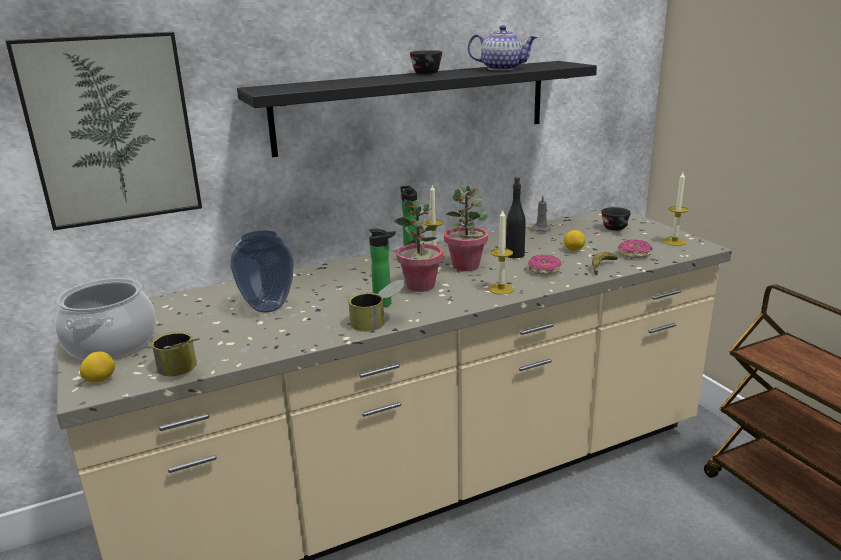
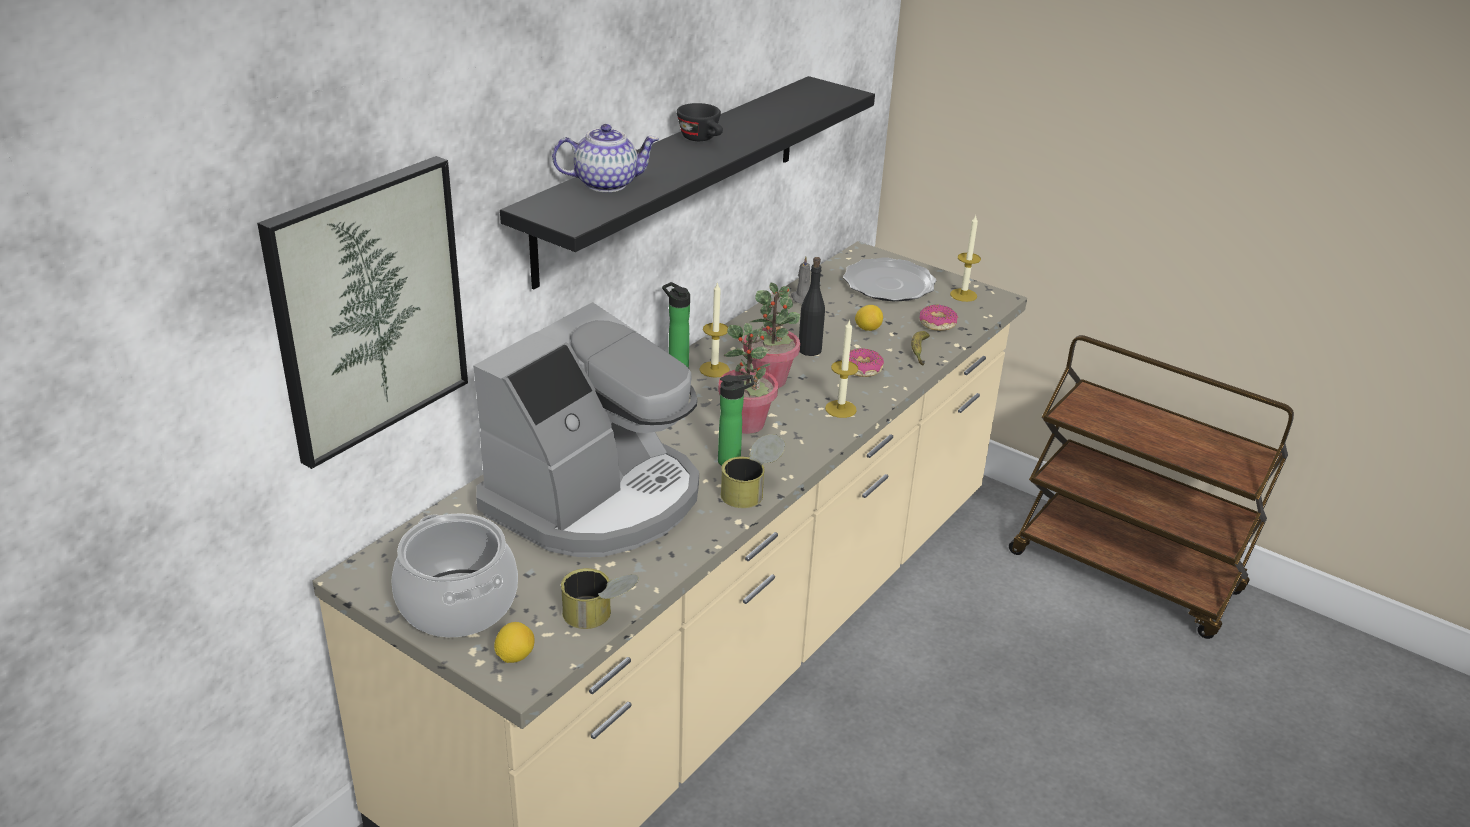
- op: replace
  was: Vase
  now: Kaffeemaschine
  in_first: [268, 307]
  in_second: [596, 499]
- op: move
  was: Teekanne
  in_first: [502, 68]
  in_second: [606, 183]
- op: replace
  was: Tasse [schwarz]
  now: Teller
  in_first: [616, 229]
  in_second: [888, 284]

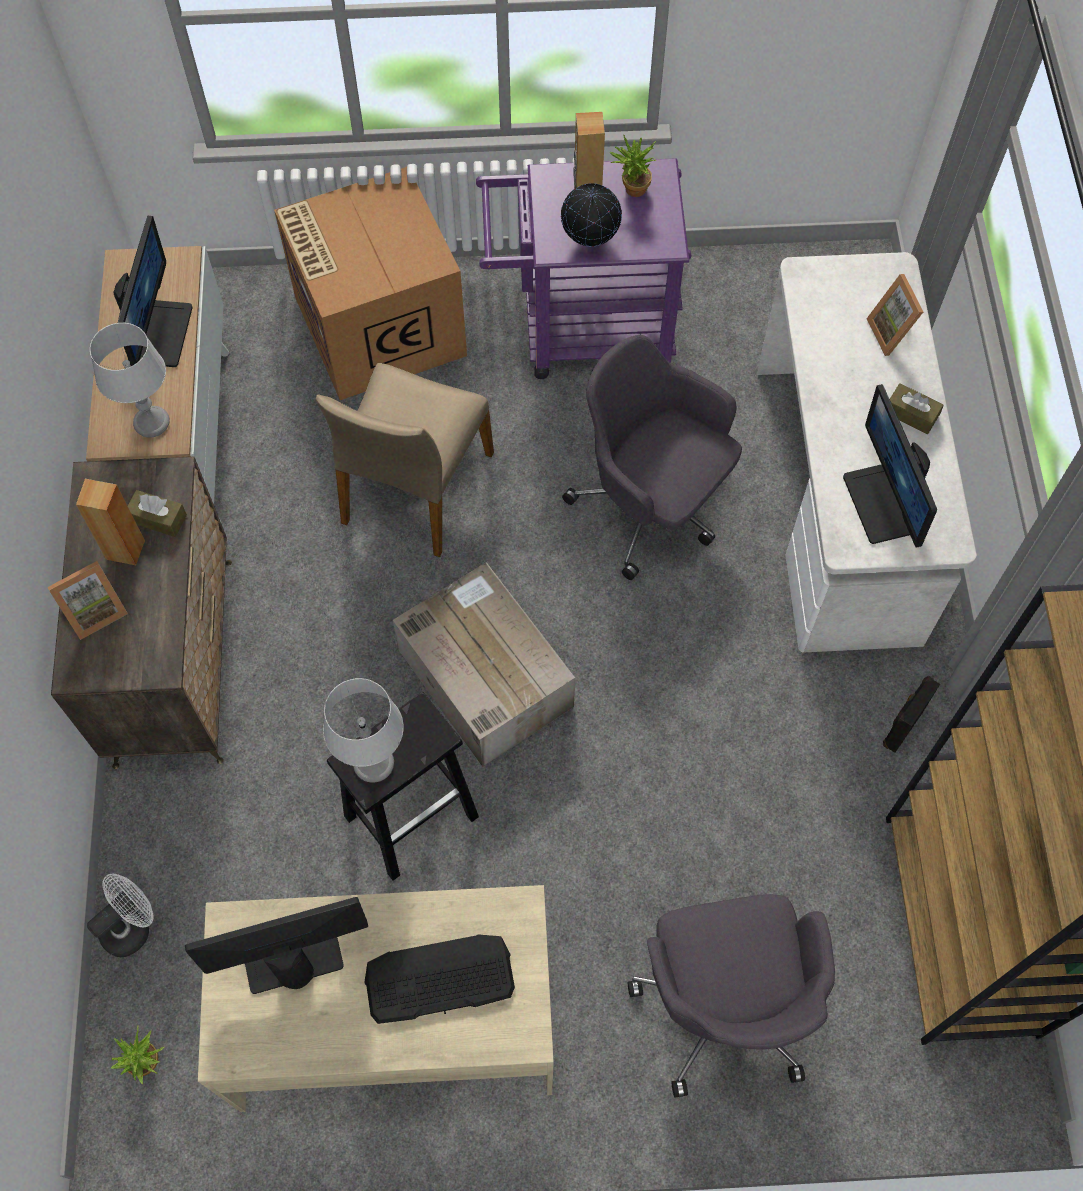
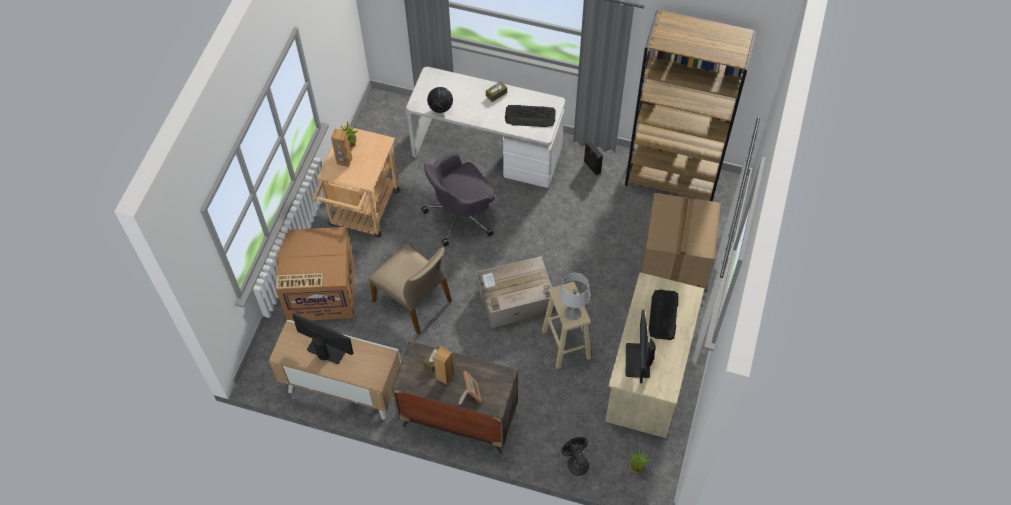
- op: recolor
  was: Ventilator [weiß]
  now: Ventilator [schwarz]
  in_first: [131, 926]
  in_second: [576, 462]
- op: delete
  was: Tischlampe [grau]
  in_first: [151, 423]
- op: recolor
  was: Hocker [schwarz]
  now: Hocker [beige]
  in_first: [413, 815]
  in_second: [565, 343]
- op: recolor
  was: Rollwagen [lila]
  now: Rollwagen [beige]
  in_first: [581, 331]
  in_second: [362, 213]
- op: move
  was: Globus
  in_first: [590, 240]
  in_second: [441, 110]
- op: replace
  was: Bürostuhl [grau]
  now: Karton
  in_first: [724, 1002]
  in_second: [676, 260]
- op: replace
  was: Monitor
  now: Tastatur
  in_first: [883, 503]
  in_second: [530, 116]
- op: delete
  was: Bilderrahmen
  in_first: [893, 333]

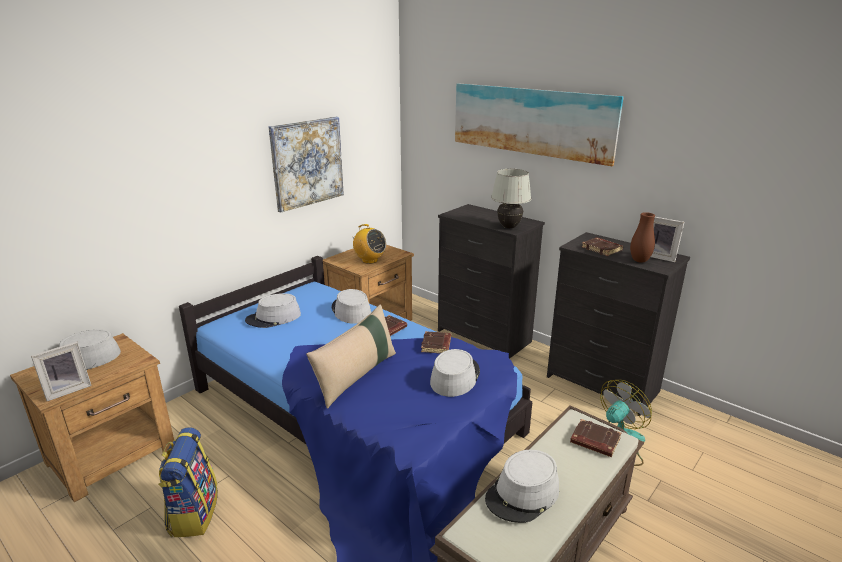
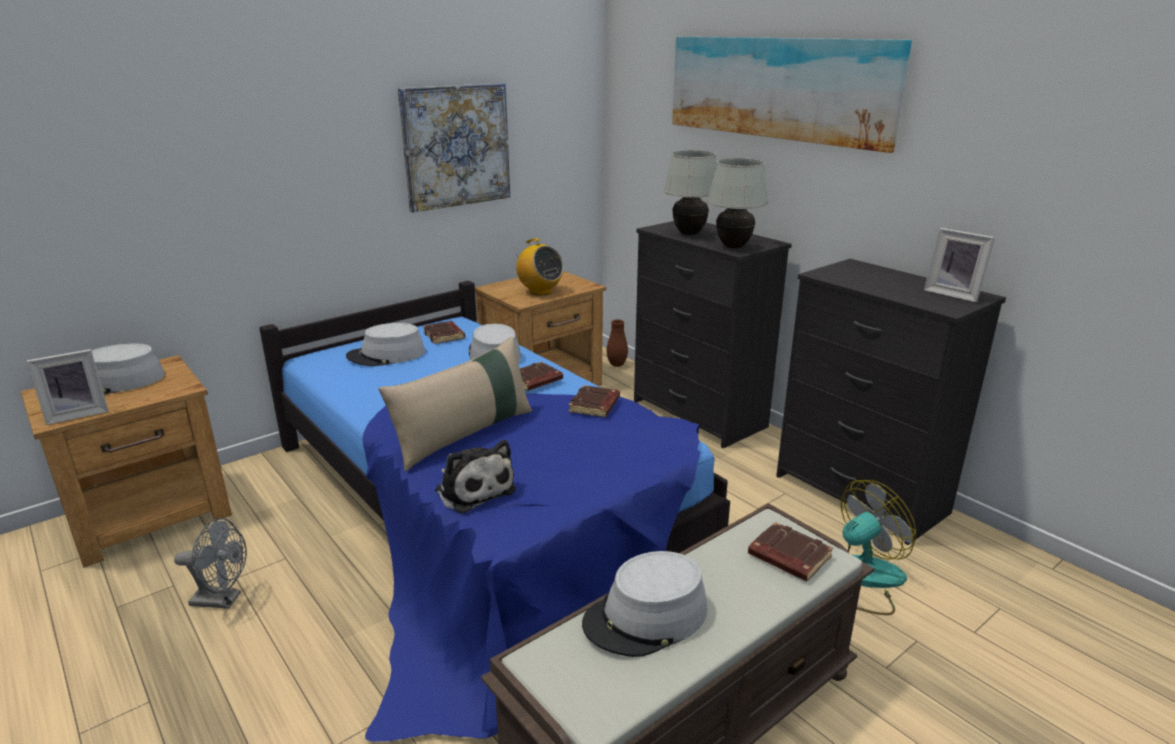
- op: replace
  was: Rucksack
  now: Ventilator [grau]
  in_first: [193, 513]
  in_second: [223, 600]
- op: delete
  was: Hut [grau]
  in_first: [455, 377]
- op: move
  was: Buch [braun]
  in_first: [602, 249]
  in_second: [444, 336]
- op: move
  was: Vase [braun]
  in_first: [639, 261]
  in_second: [617, 365]
- op: insert
  now: Plüschtier
  in_second: [473, 489]
- op: insert
  now: Tischlampe [weiß]
  in_second: [689, 234]

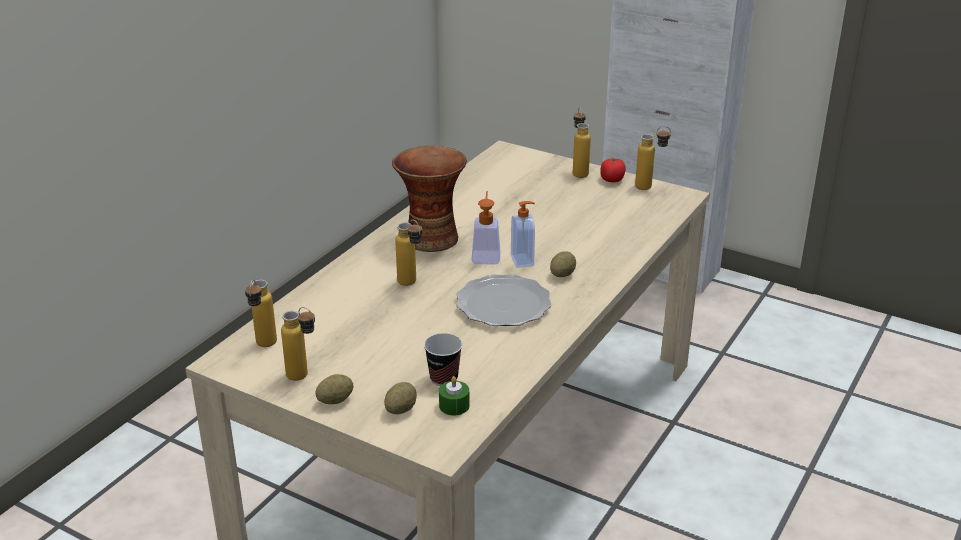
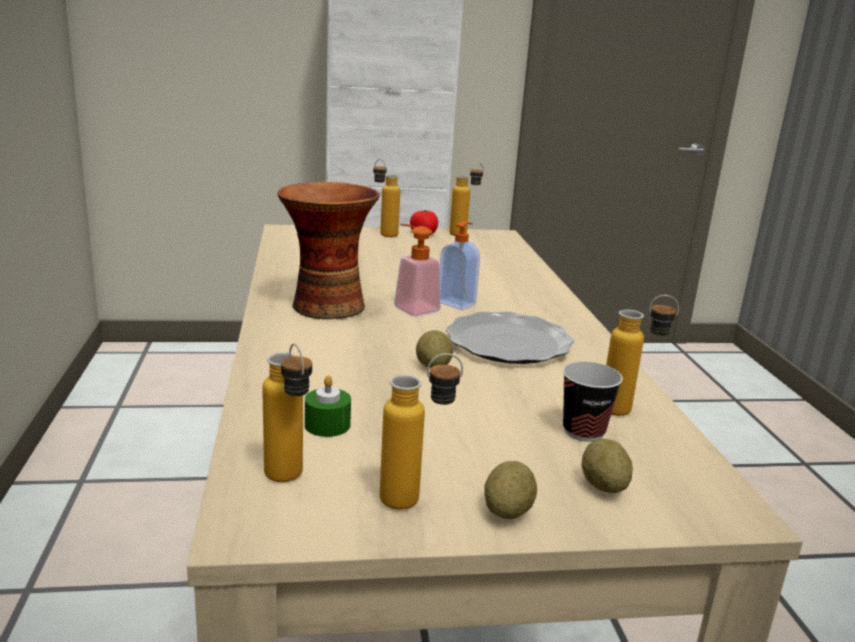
- op: move
  was: Flasche
  in_first: [411, 285]
  in_second: [628, 411]
- op: move
  was: Kerze [grün]
  in_first: [454, 405]
  in_second: [327, 425]
- op: move
  was: Kartoffel
  in_first: [562, 274]
  in_second: [433, 366]

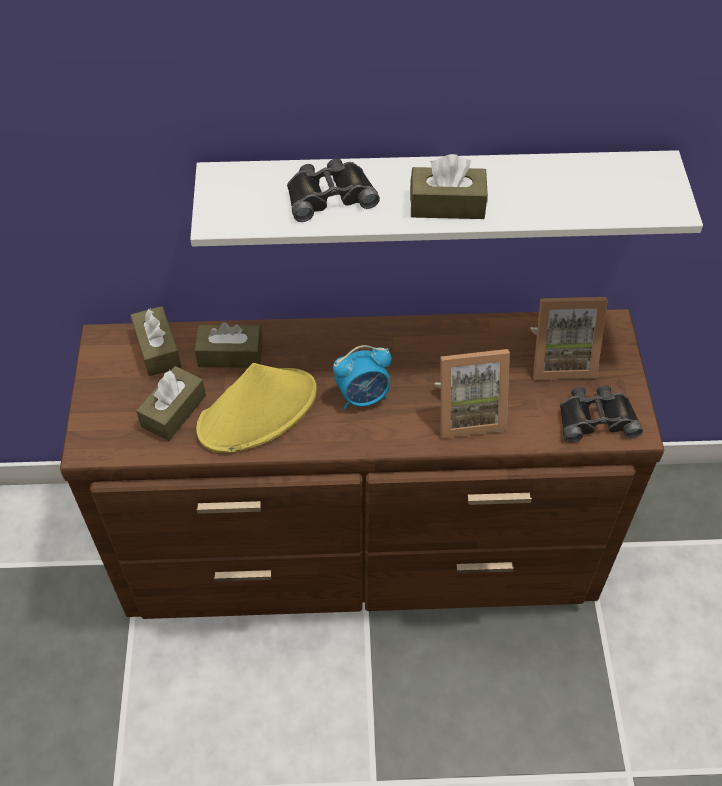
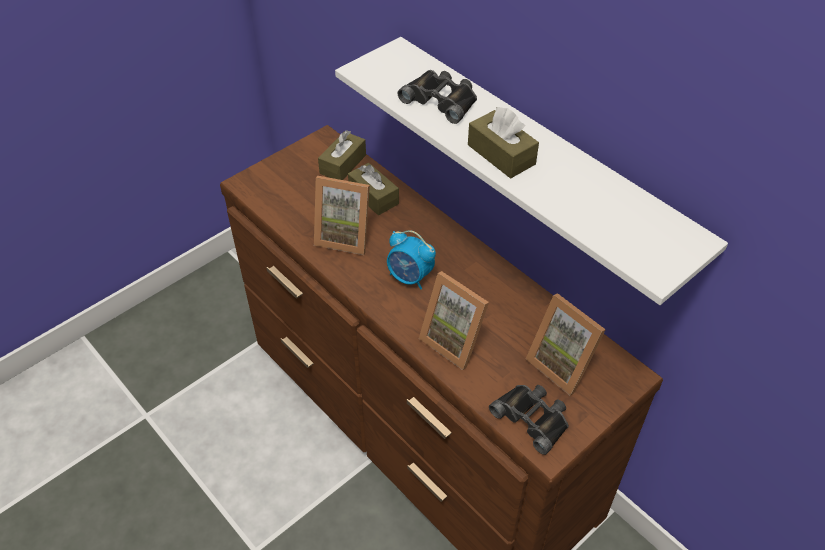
- op: delete
  was: Taschentuchbox [braun]
  in_first: [173, 411]
- op: replace
  was: Hut [gelb]
  now: Bilderrahmen
  in_first: [258, 411]
  in_second: [345, 236]

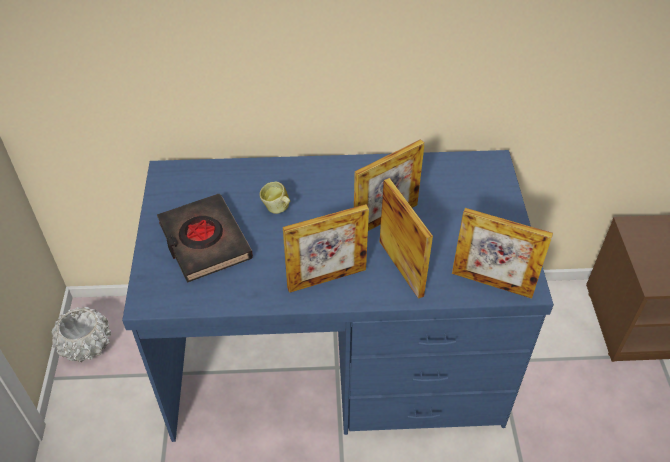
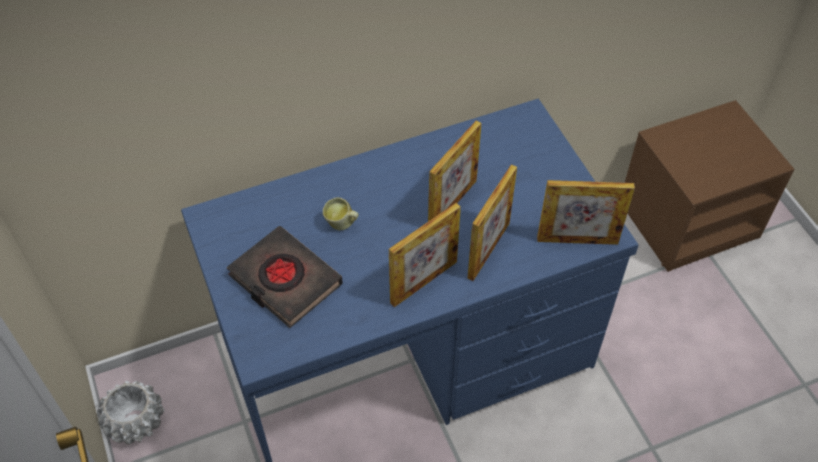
- op: rotate
  was: Bilderrahmen
  in_first: [401, 268]
  in_second: [488, 250]
  clockwise: 75

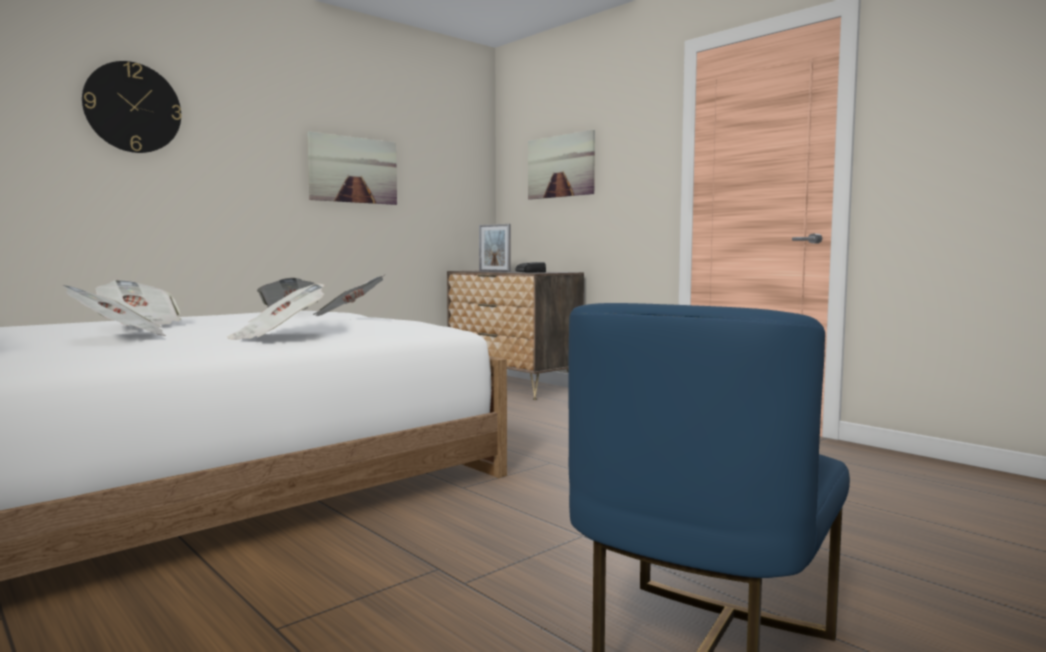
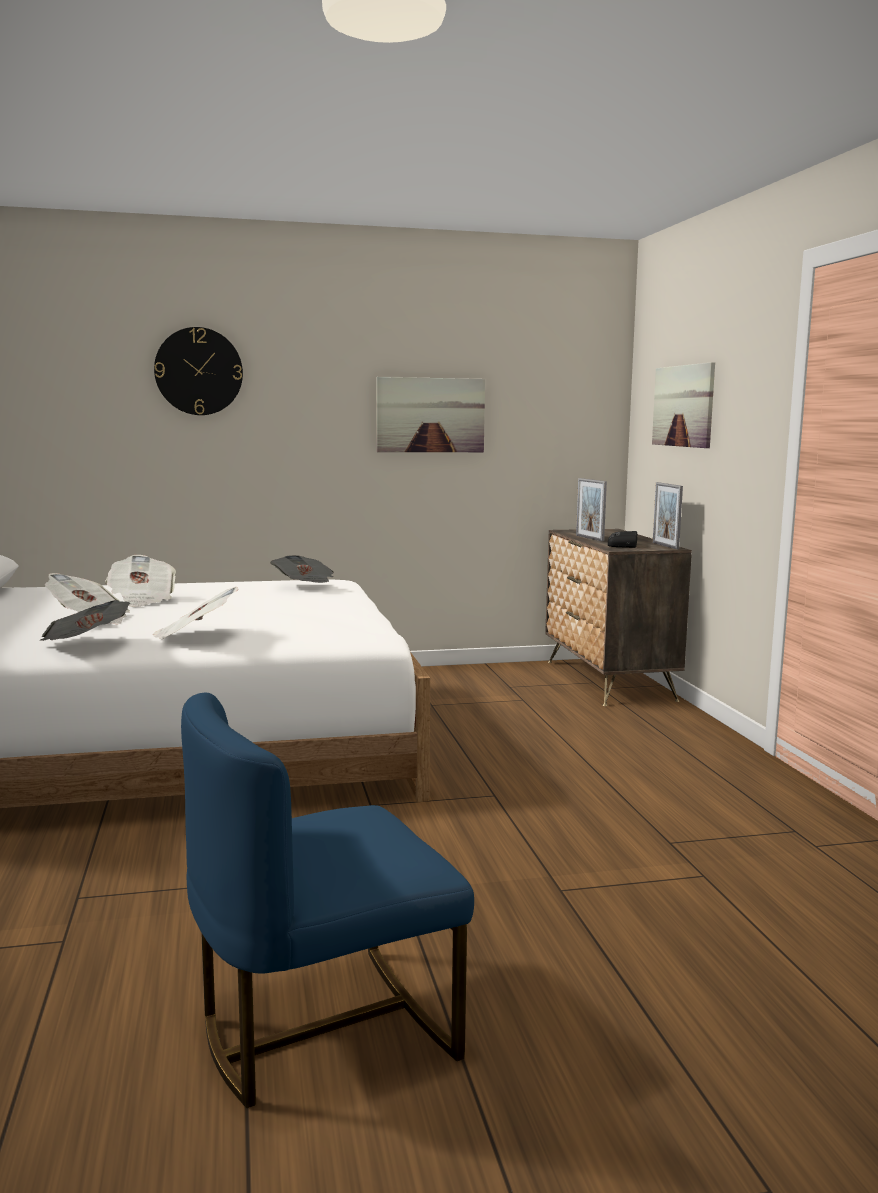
- op: move
  was: Zeitung
  in_first: [348, 317]
  in_second: [86, 644]
- op: insert
  now: Bilderrahmen
  in_second: [665, 545]

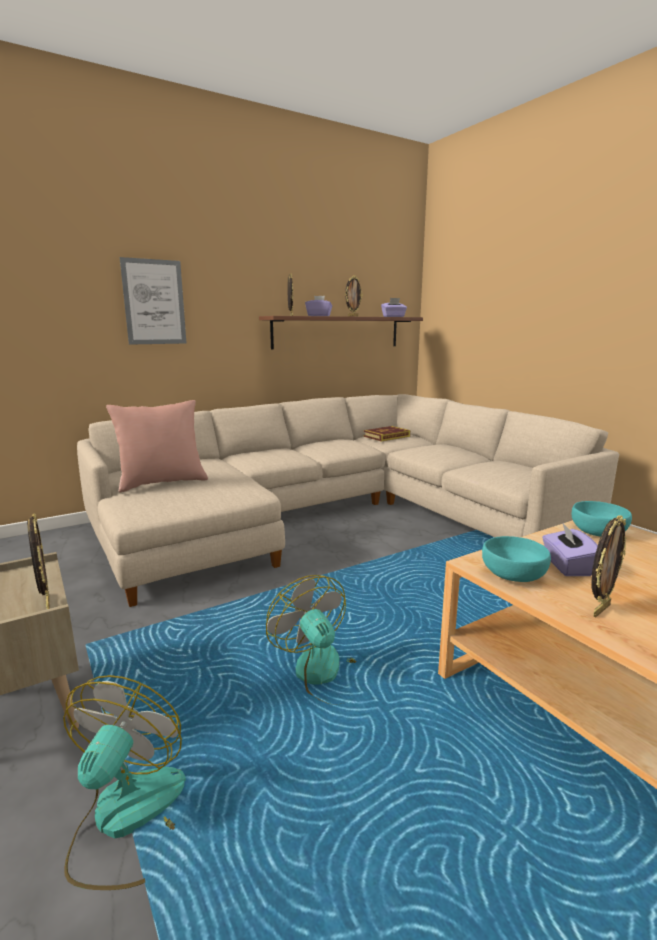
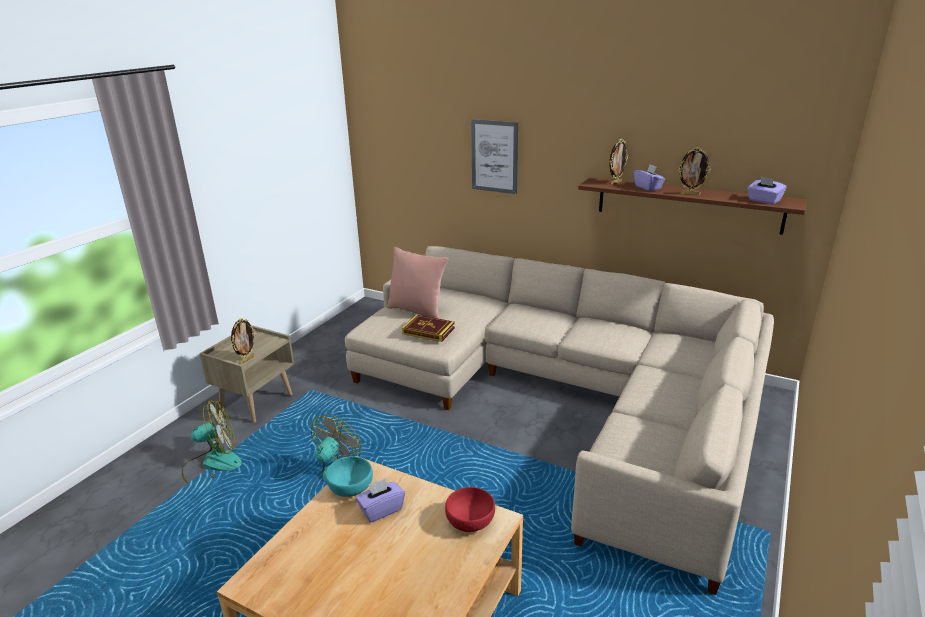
- op: move
  was: Buch
  in_first: [386, 436]
  in_second: [428, 331]
- op: recolor
  was: Schüssel [türkis]
  now: Schüssel [rot]
  in_first: [597, 532]
  in_second: [471, 520]
- op: delete
  was: Bilderrahmen
  in_first: [600, 609]

